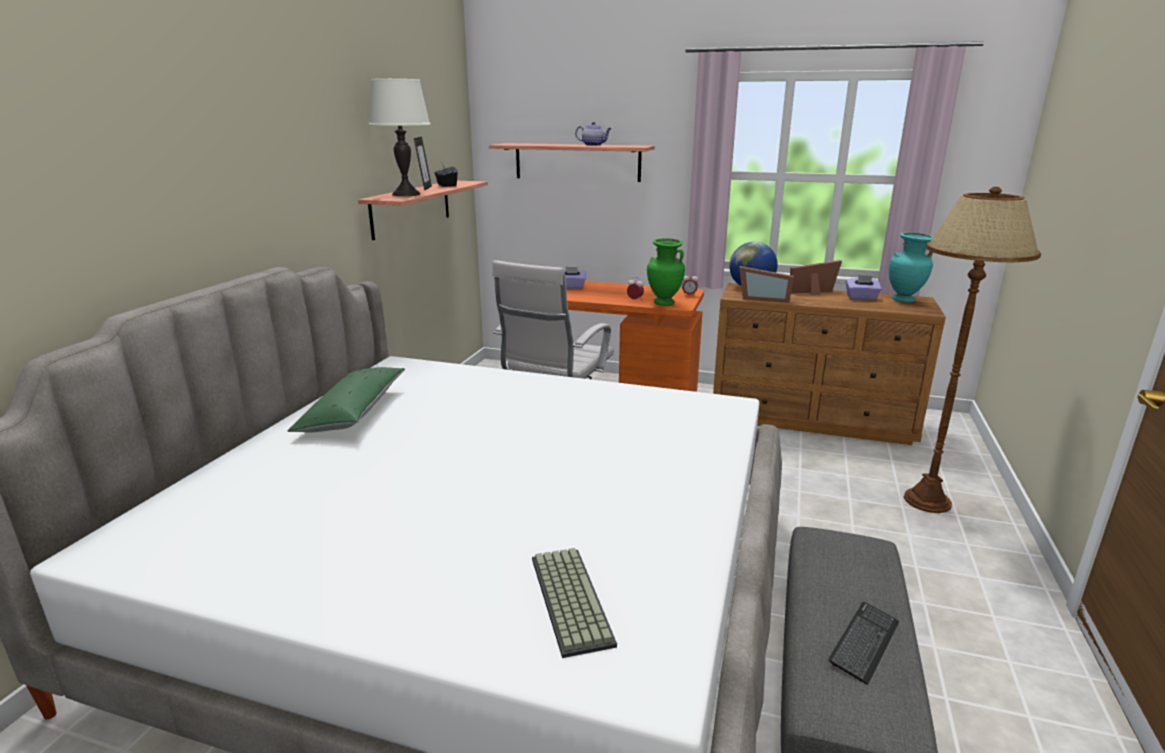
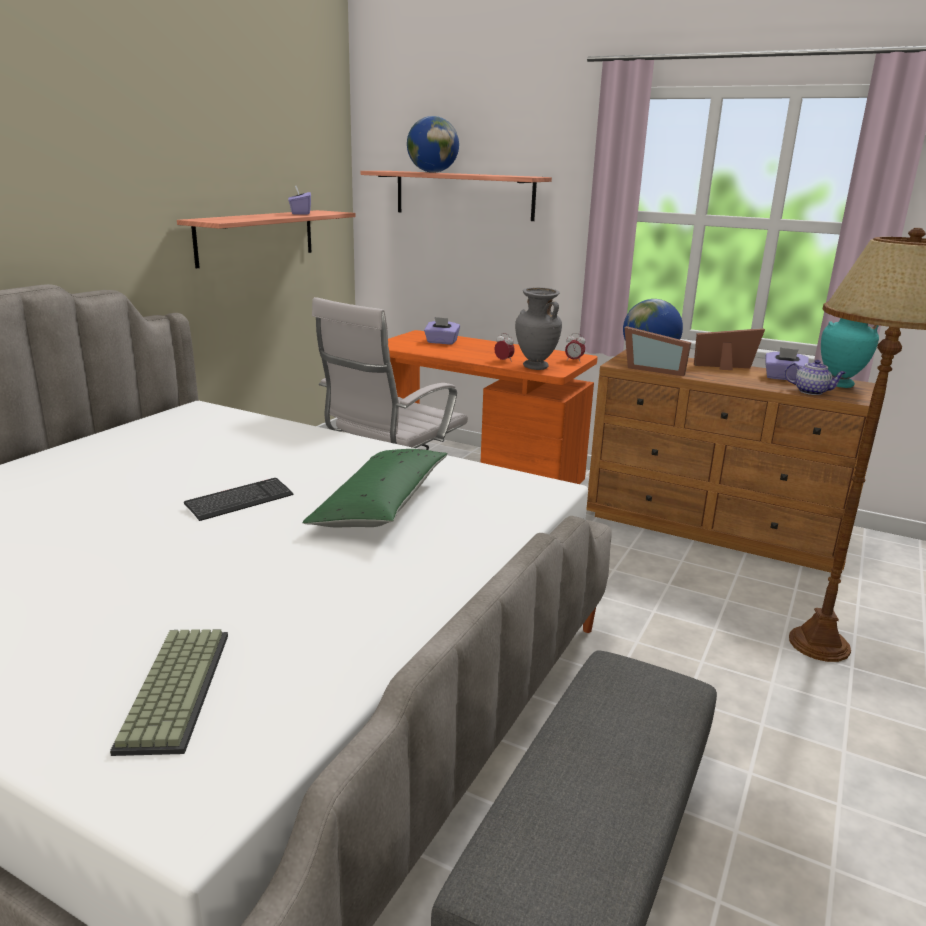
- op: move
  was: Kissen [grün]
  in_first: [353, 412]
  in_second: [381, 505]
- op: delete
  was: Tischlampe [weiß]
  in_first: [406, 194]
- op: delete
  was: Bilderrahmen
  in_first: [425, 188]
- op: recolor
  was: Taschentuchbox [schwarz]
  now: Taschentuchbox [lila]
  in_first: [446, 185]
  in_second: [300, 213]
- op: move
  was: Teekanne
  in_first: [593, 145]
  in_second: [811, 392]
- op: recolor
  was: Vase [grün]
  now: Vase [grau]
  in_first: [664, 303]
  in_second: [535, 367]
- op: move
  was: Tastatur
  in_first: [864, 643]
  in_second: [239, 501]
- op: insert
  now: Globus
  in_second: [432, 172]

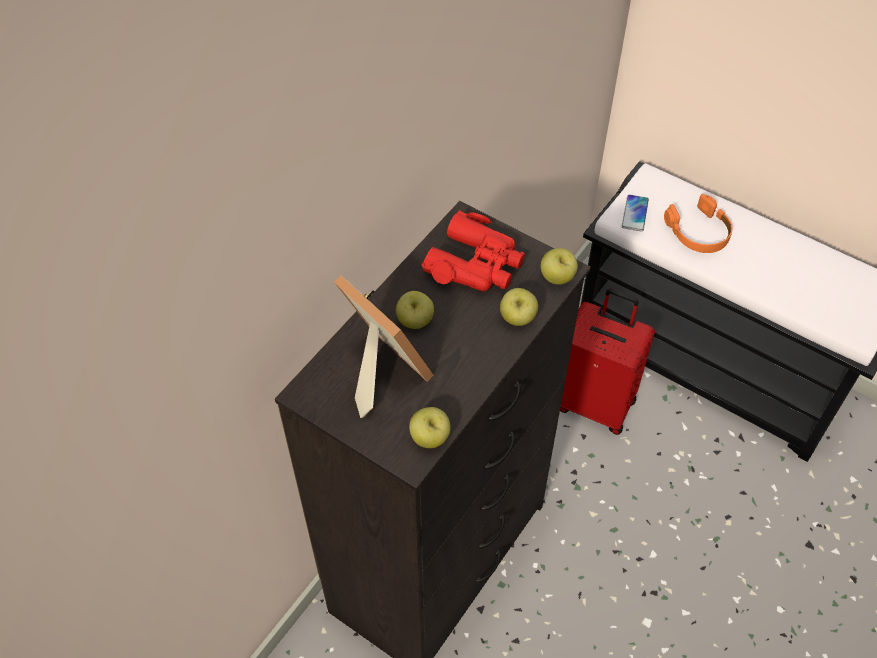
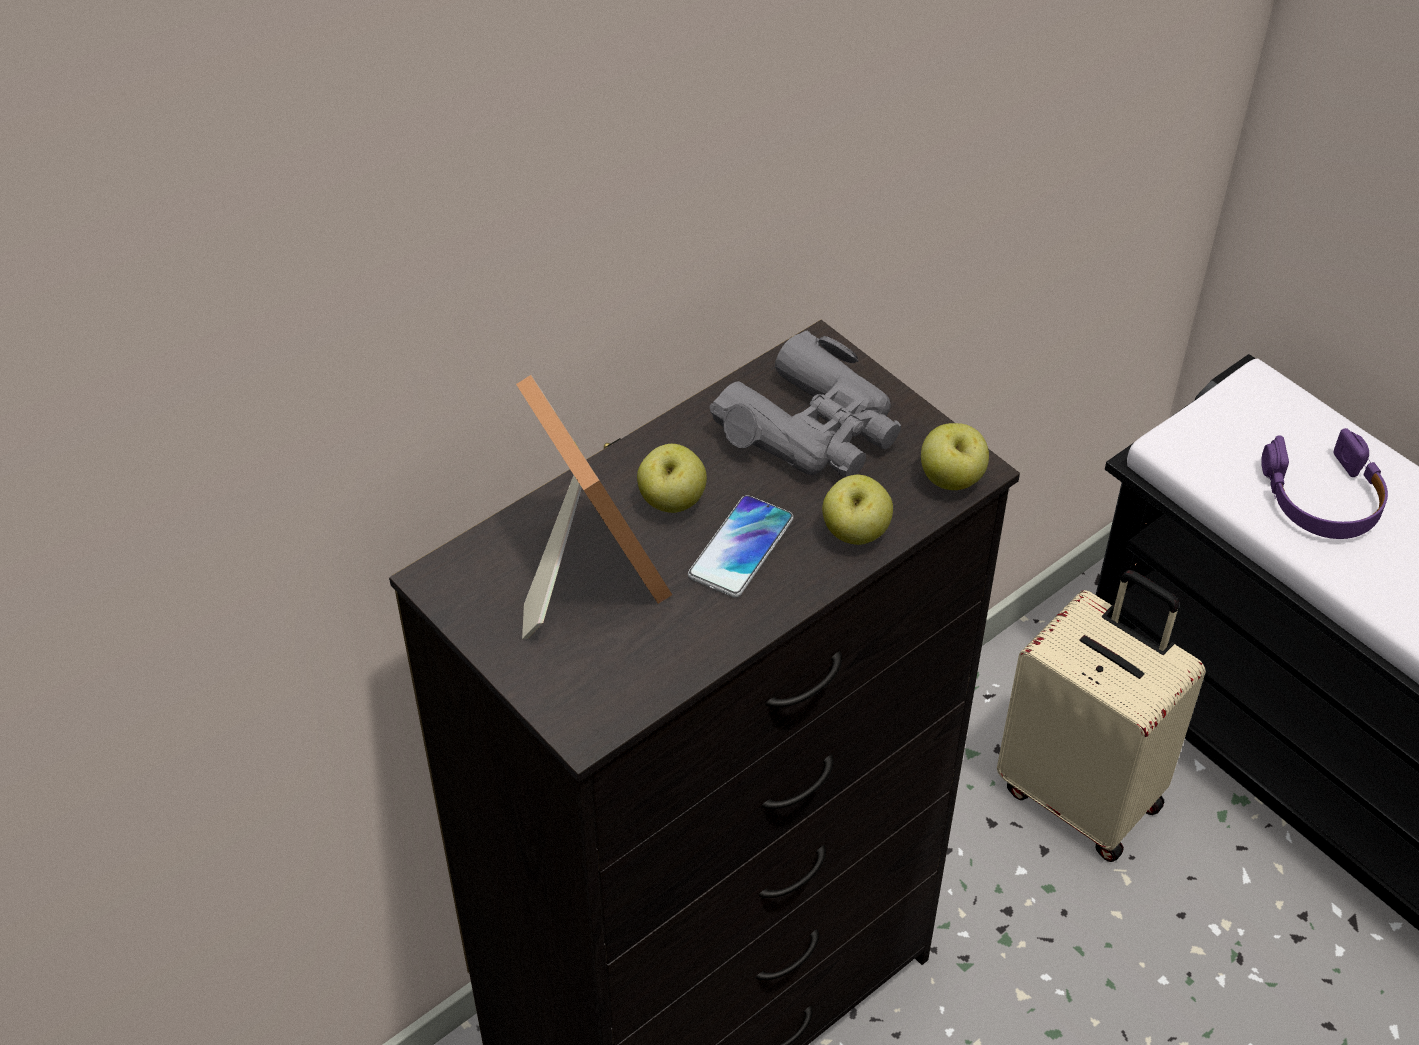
- op: delete
  was: Apfel
  in_first: [430, 438]
- op: recolor
  was: Fernglas [rot]
  now: Fernglas [grau]
  in_first: [476, 264]
  in_second: [813, 429]
- op: recolor
  was: Koffer [rot]
  now: Koffer [beige]
  in_first: [594, 402]
  in_second: [1082, 794]
- op: move
  was: Handy
  in_first: [635, 213]
  in_second: [741, 548]
- op: recolor
  was: Kopfhörer [orange]
  now: Kopfhörer [lila]
  in_first: [699, 232]
  in_second: [1323, 498]

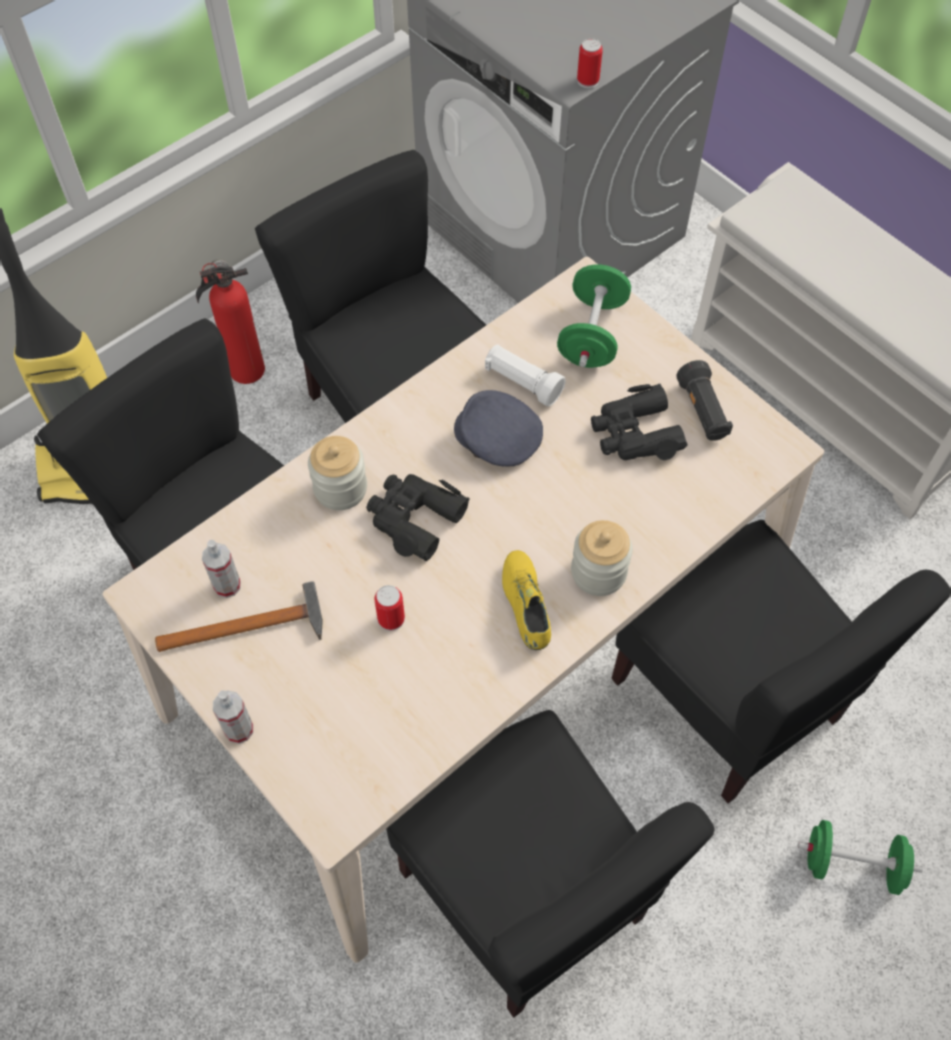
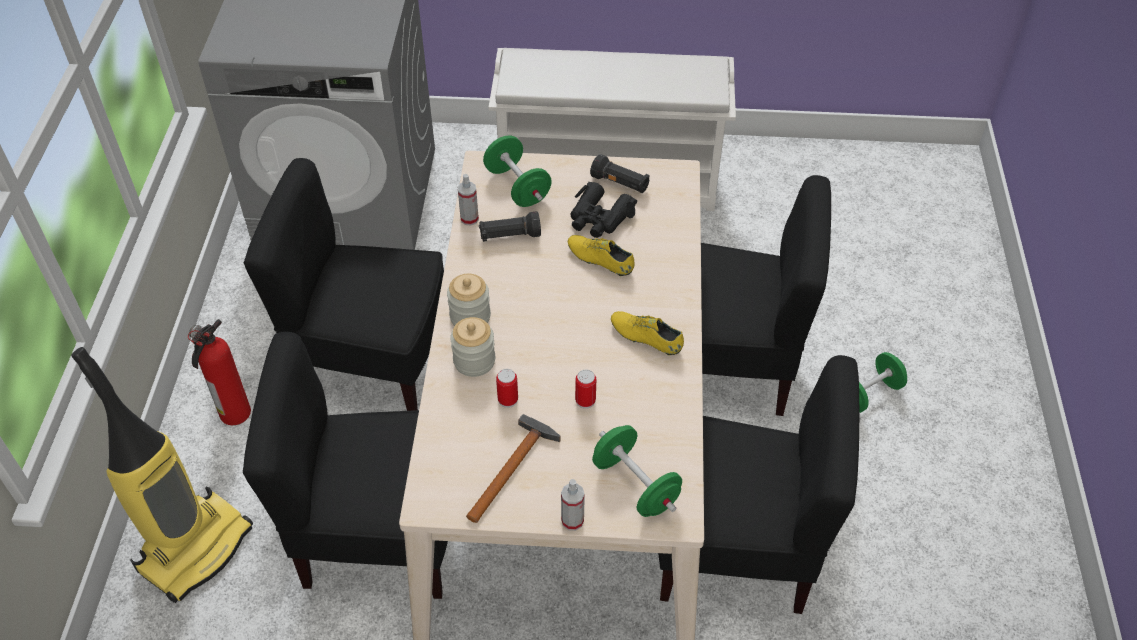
- op: move
  was: Sprühflasche
  in_first: [227, 585]
  in_second: [469, 219]
- op: delete
  was: Fernglas [schwarz]
  in_first: [414, 518]
- op: delete
  was: Kappe [grau]
  in_first: [497, 439]
- op: recolor
  was: Taschenlampe [weiß]
  now: Taschenlampe [schwarz]
  in_first: [522, 383]
  in_second: [510, 236]
- op: move
  was: Vorratsglas
  in_first: [598, 572]
  in_second: [470, 316]
- op: move
  was: Dose
  in_first: [588, 81]
  in_second: [508, 399]
- op: insert
  now: Schuh [gelb]
  in_second: [600, 260]
- op: insert
  now: Hantel [grün]
  in_second: [635, 485]

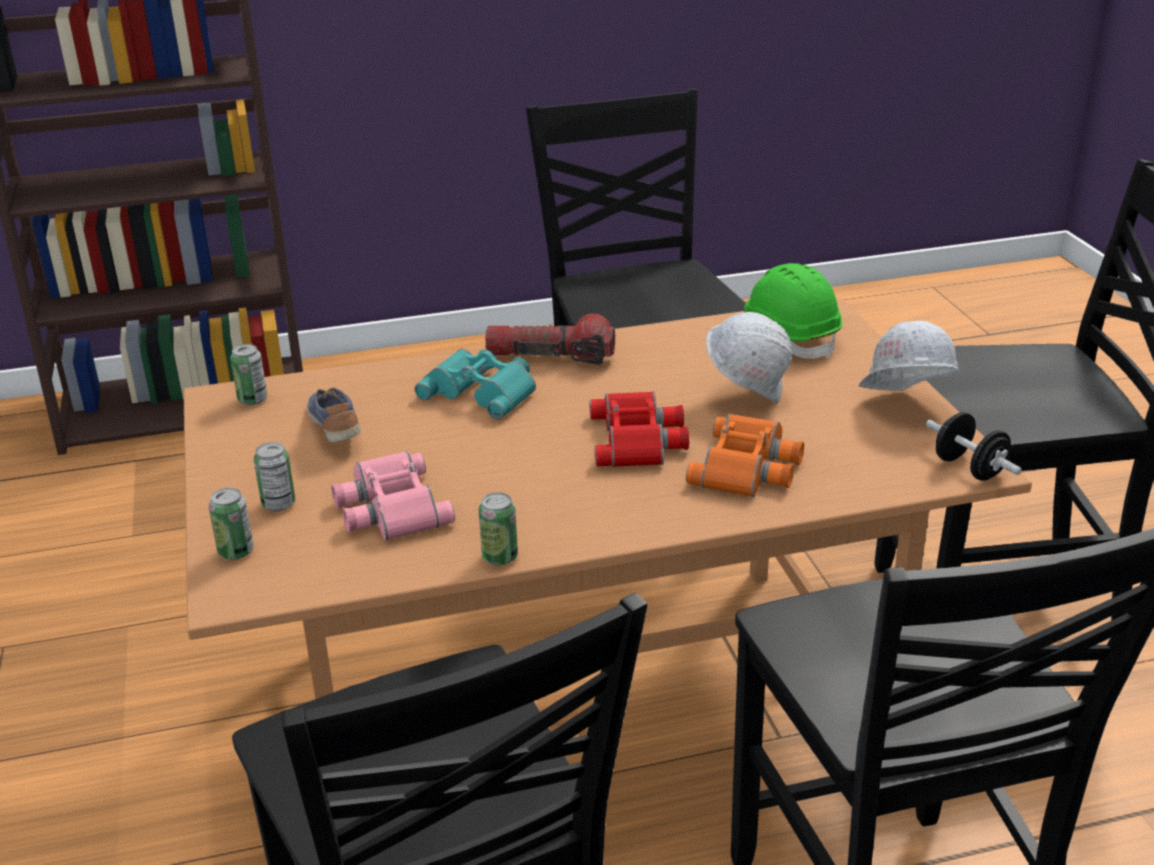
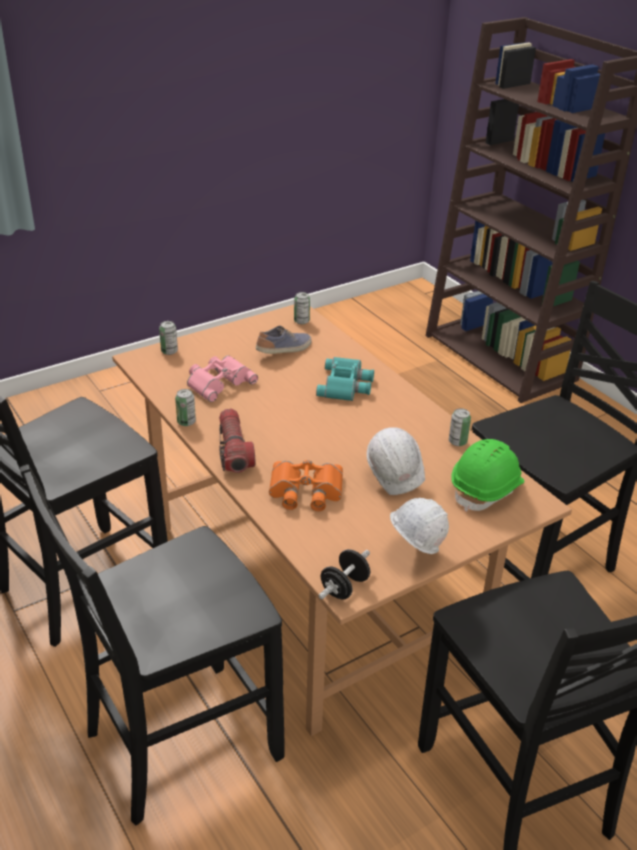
- op: move
  was: Dose
  in_first: [278, 504]
  in_second: [457, 442]
- op: move
  was: Taschenlampe
  in_first: [551, 357]
  in_second: [234, 450]
- op: delete
  was: Fernglas [rot]
  in_first: [639, 439]

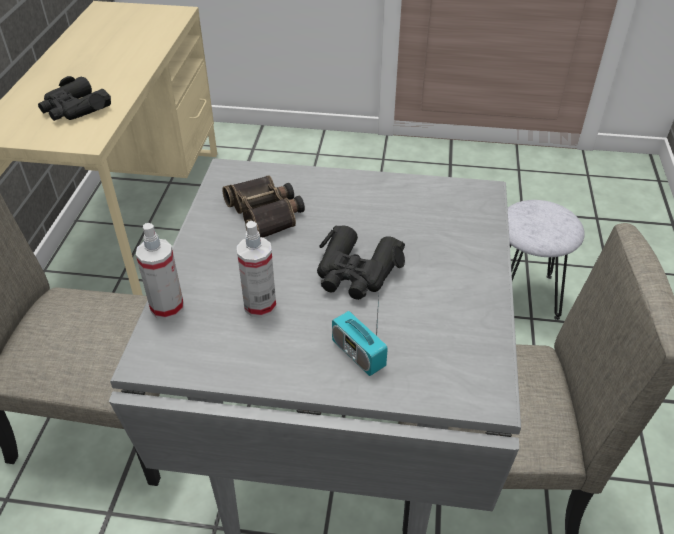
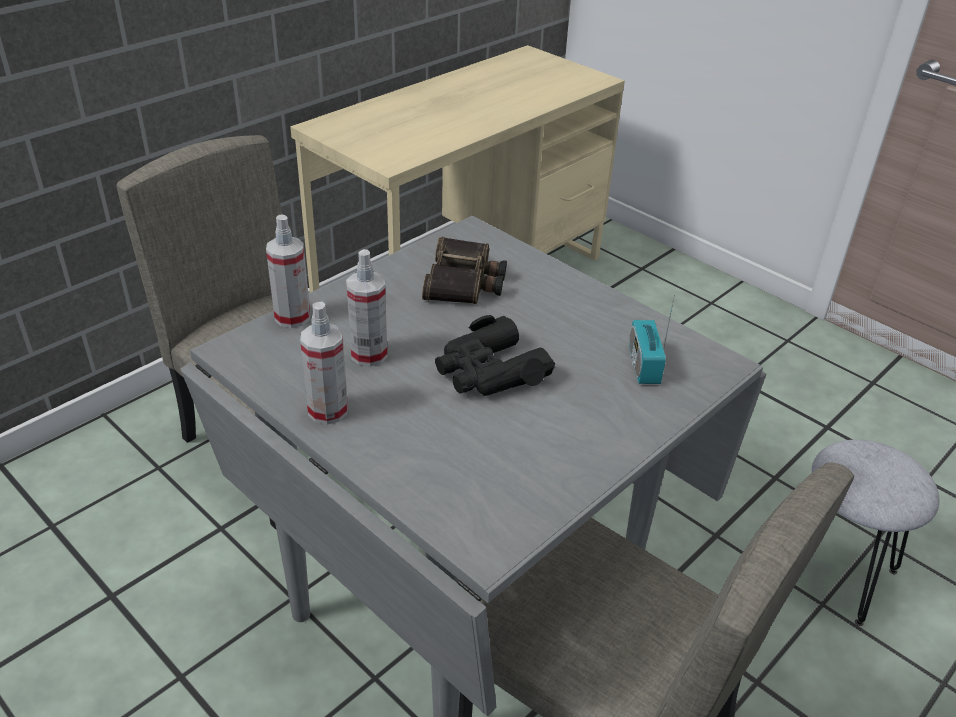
- op: delete
  was: Fernglas [schwarz]
  in_first: [75, 108]
- op: move
  was: Radio
  in_first: [358, 354]
  in_second: [643, 365]
- op: insert
  now: Sprühflasche
  in_second: [328, 410]

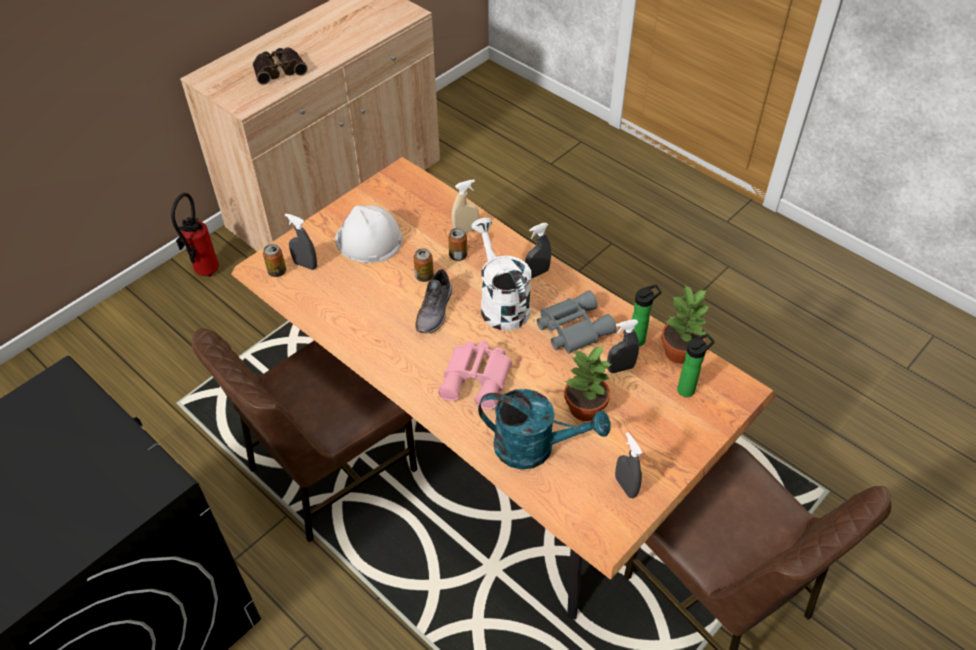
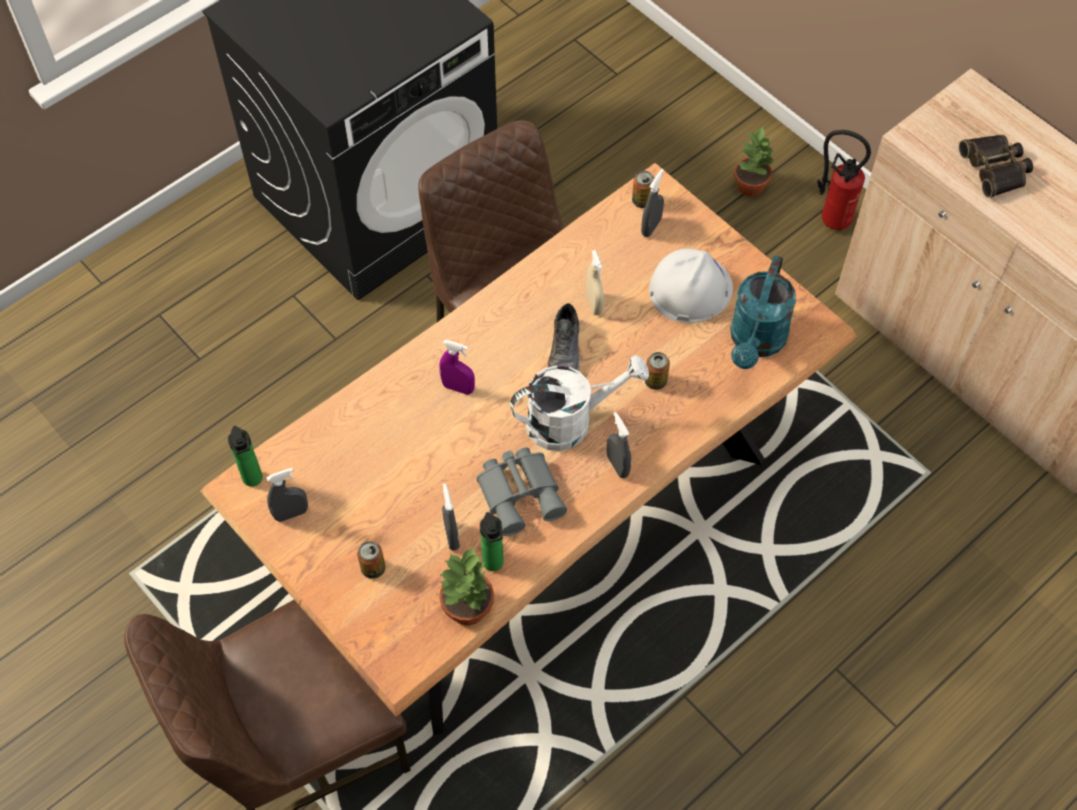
- op: move
  was: Dose
  in_first: [424, 276]
  in_second: [373, 568]
- op: rotate
  was: Schuh [grau]
  in_first: [435, 310]
  in_second: [565, 352]
  clockwise: -105
- op: replace
  was: Fernglas [rosa]
  now: Sprühflasche [lila]
  in_first: [478, 378]
  in_second: [458, 388]
- op: move
  was: Sprühflasche [beige]
  in_first: [465, 230]
  in_second: [594, 304]
- op: move
  was: Gießkanne [türkis]
  in_first: [535, 448]
  in_second: [756, 342]
- op: move
  was: Topfpflanze
  in_first: [584, 408]
  in_second: [750, 185]
- op: move
  was: Flasche
  in_first: [688, 389]
  in_second: [253, 480]

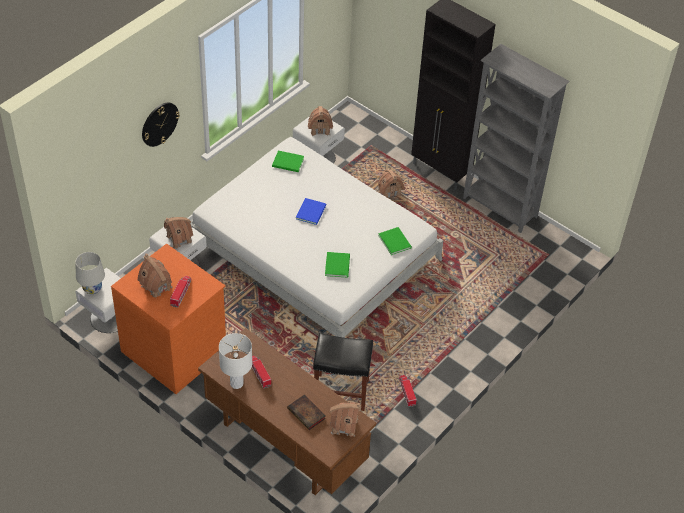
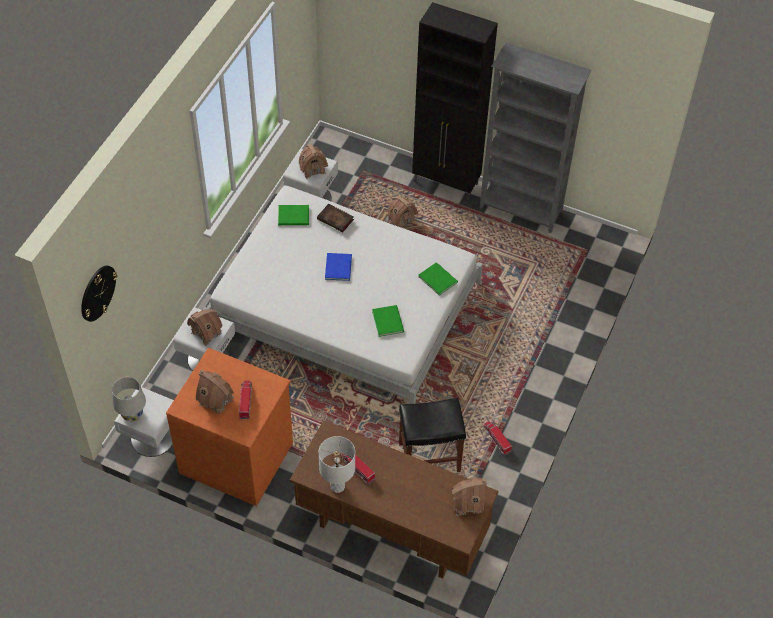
- op: move
  was: Wanduhr
  in_first: [159, 124]
  in_second: [97, 293]
- op: move
  was: Buch
  in_first: [307, 414]
  in_second: [336, 219]

